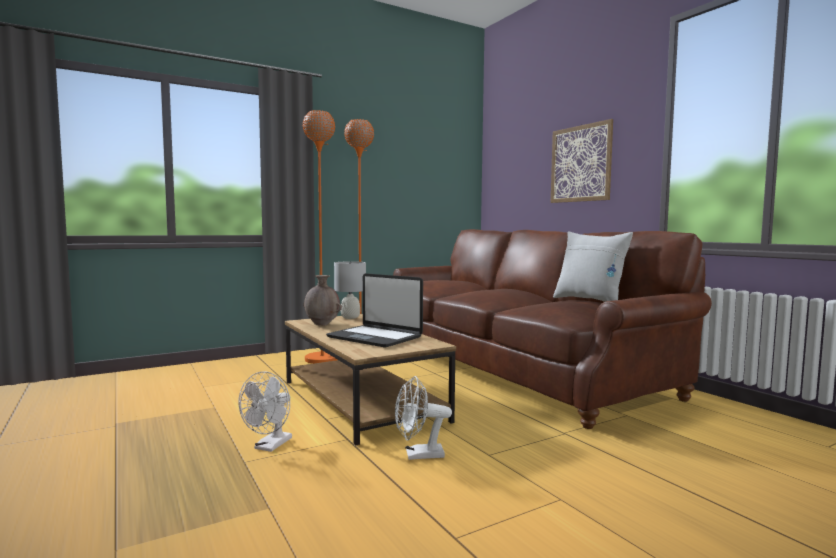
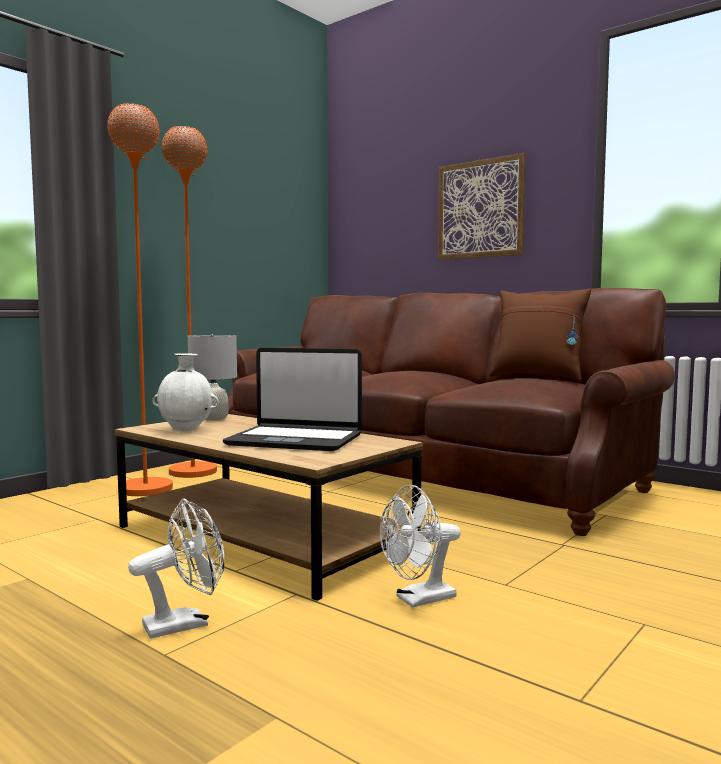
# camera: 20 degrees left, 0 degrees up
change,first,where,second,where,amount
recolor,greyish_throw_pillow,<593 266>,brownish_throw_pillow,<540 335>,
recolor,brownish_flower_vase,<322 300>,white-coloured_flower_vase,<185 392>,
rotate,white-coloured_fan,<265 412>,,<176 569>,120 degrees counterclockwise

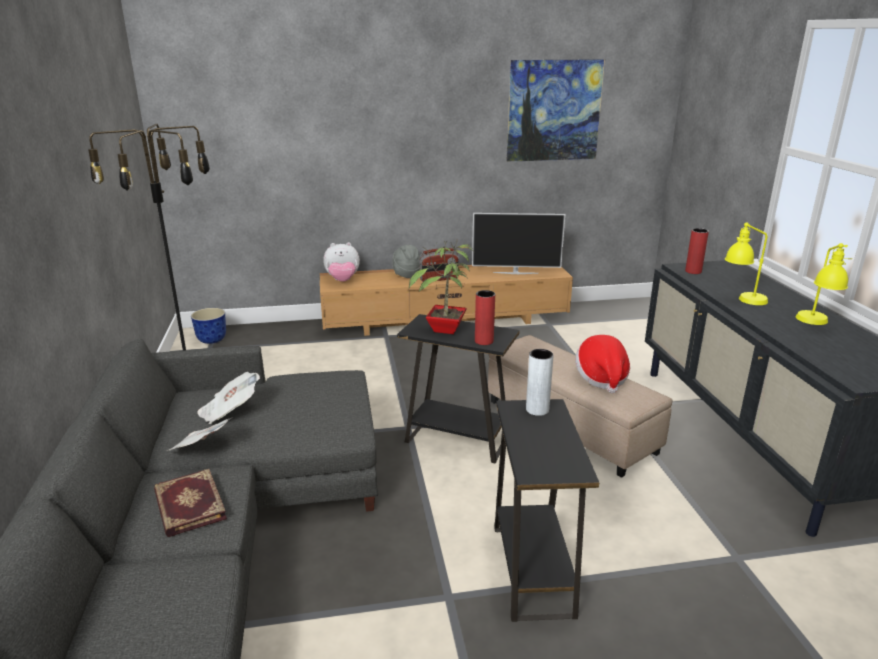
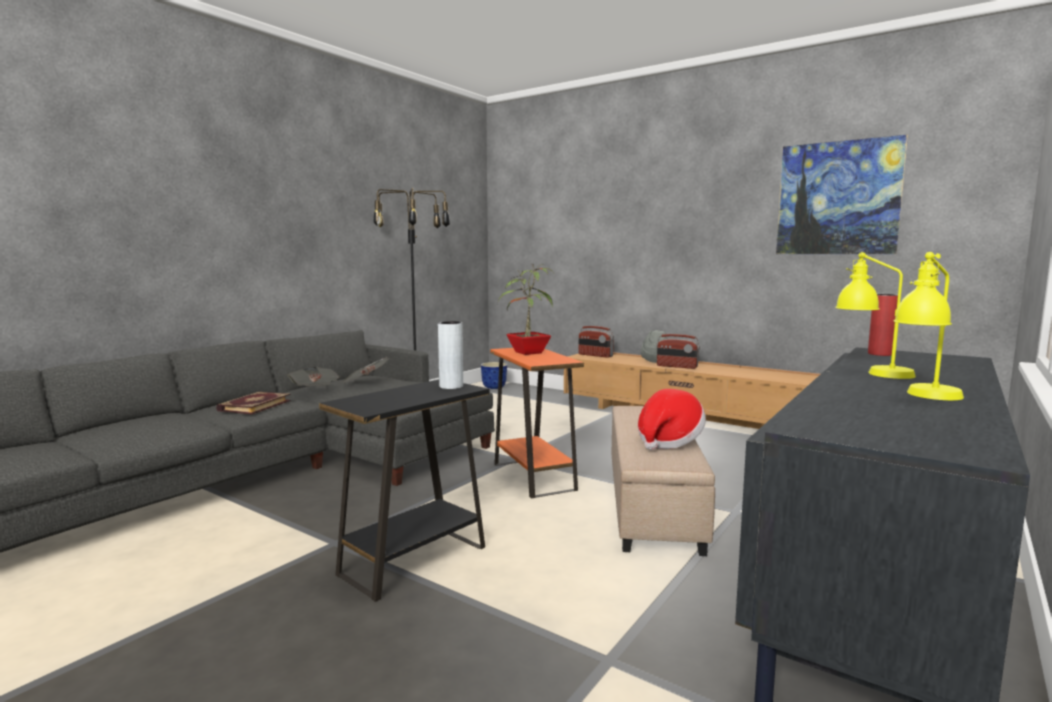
# camera: 45 degrees right, 15 degrees down
change,first,where,second,where,amount
delete,television,<518 243>,,,
replace,cuddly_toy,<341 262>,radio_receiver,<596 342>,
delete,reddish_flower_vase,<485 317>,,,
recolor,black_end_table,<458 389>,orangey_end_table,<537 423>,

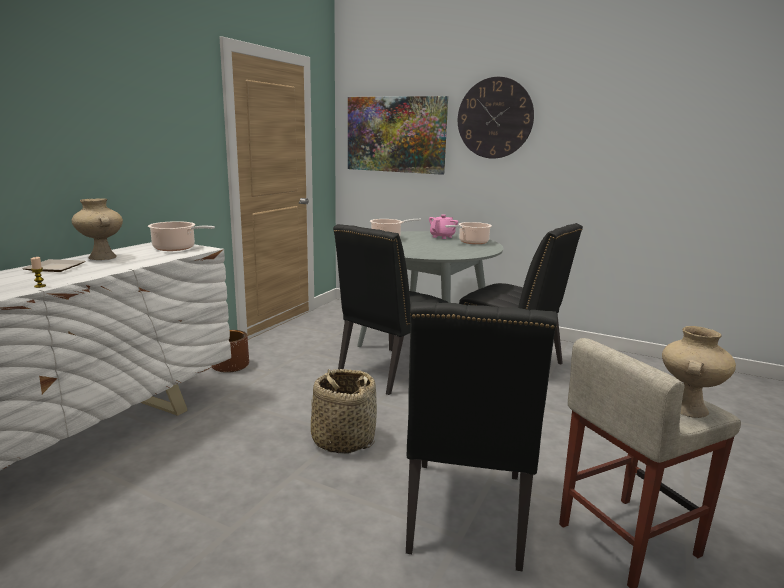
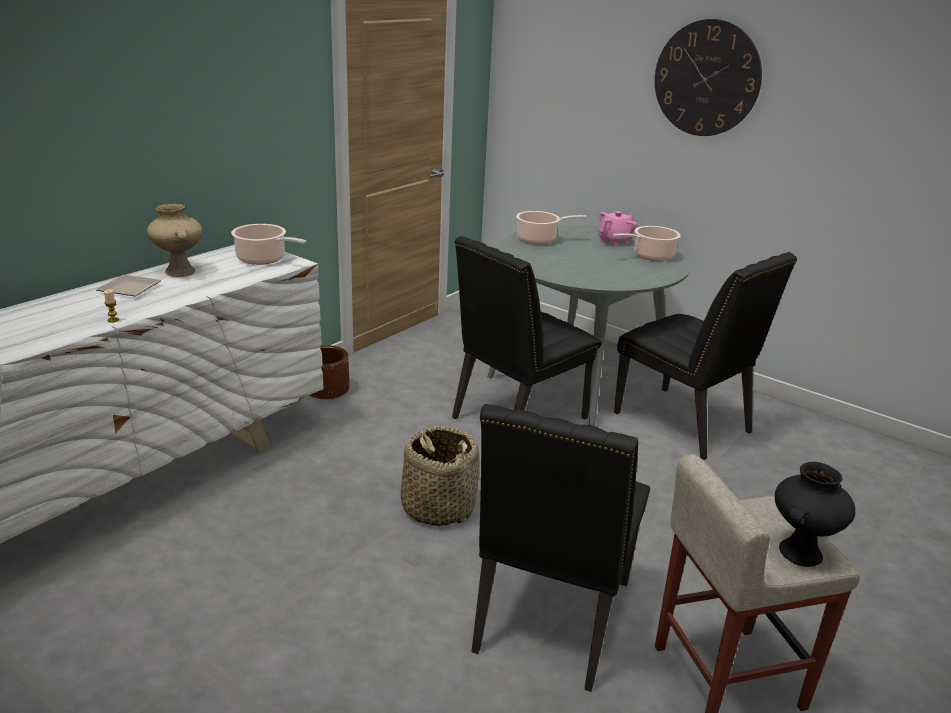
# camera: 10 degrees right, 10 degrees up
change,first,where,second,where,amount
delete,wall_art,<398 135>,,,
recolor,beige-coloured_flower_vase,<699 372>,black_flower_vase,<815 514>,

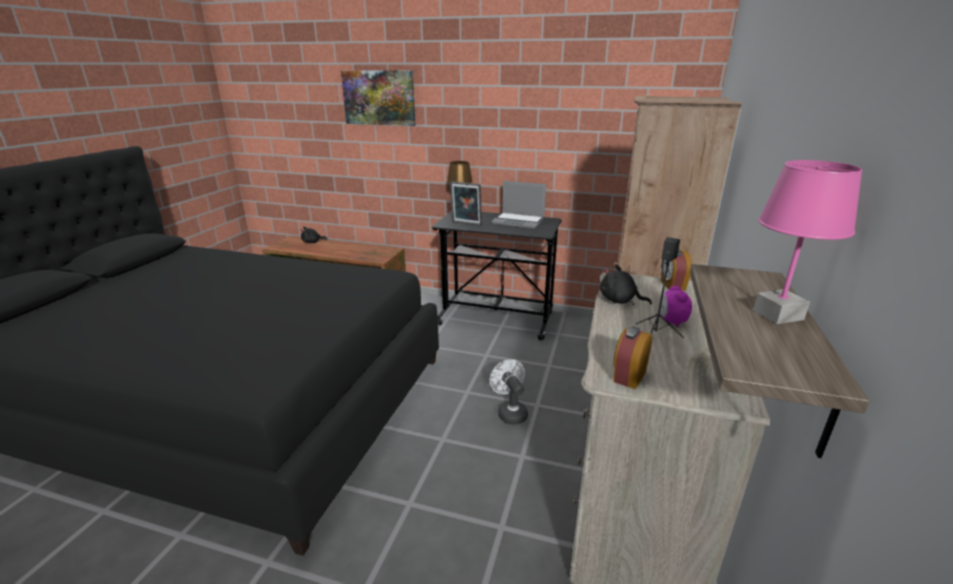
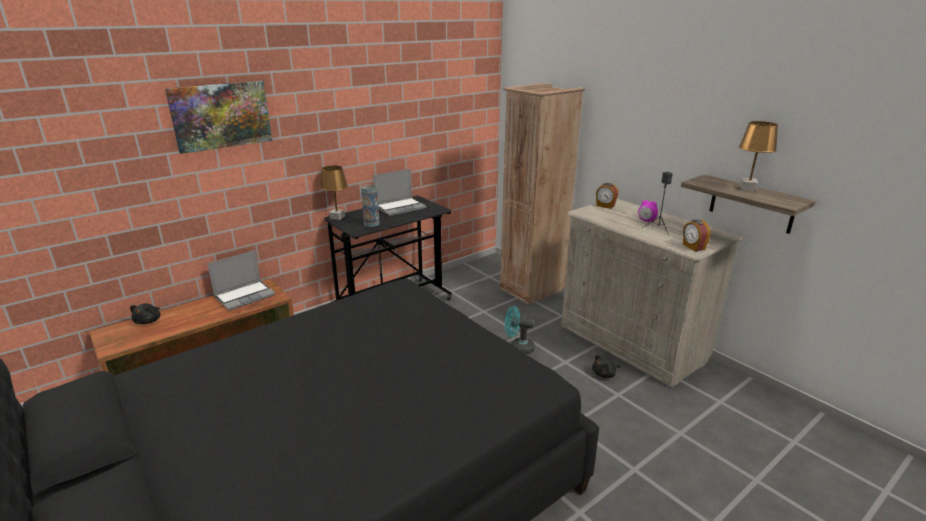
# camera: 55 degrees left, 0 degrees up
change,first,where,second,where,amount
recolor,pink_tabletop_lamp,<807 242>,brownish_tabletop_lamp,<758 156>,
replace,picture_frame,<466 203>,flower_vase,<370 206>,
move,black_cuddly_toy,<626 284>,,<606 366>,
recolor,white-coloured_fan,<509 392>,turquoise-coloured_fan,<520 330>,
insert,,,notebook_computer,<241 280>,

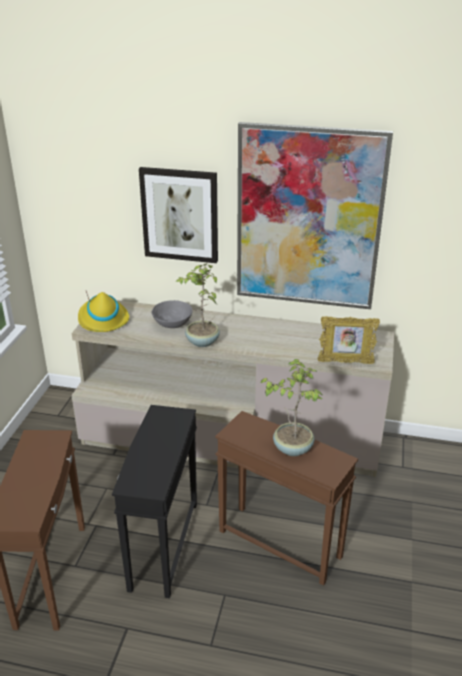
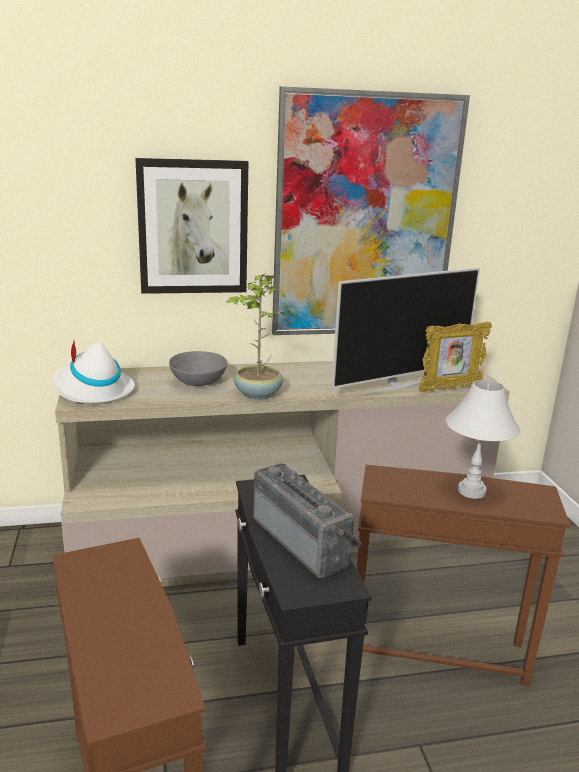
# camera: 25 degrees left, 10 degrees down
change,first,where,second,where,amount
recolor,yellow_wearable_hat,<103 311>,white-coloured_wearable_hat,<93 372>,
replace,houseplant,<291 407>,white-coloured_tabletop_lamp,<483 439>,
insert,,,television,<405 331>,
insert,,,radio_receiver,<307 520>,

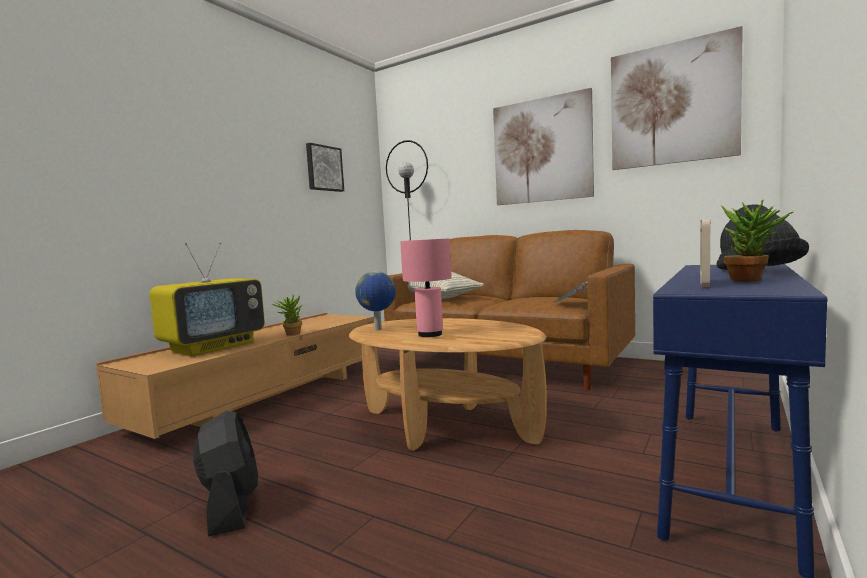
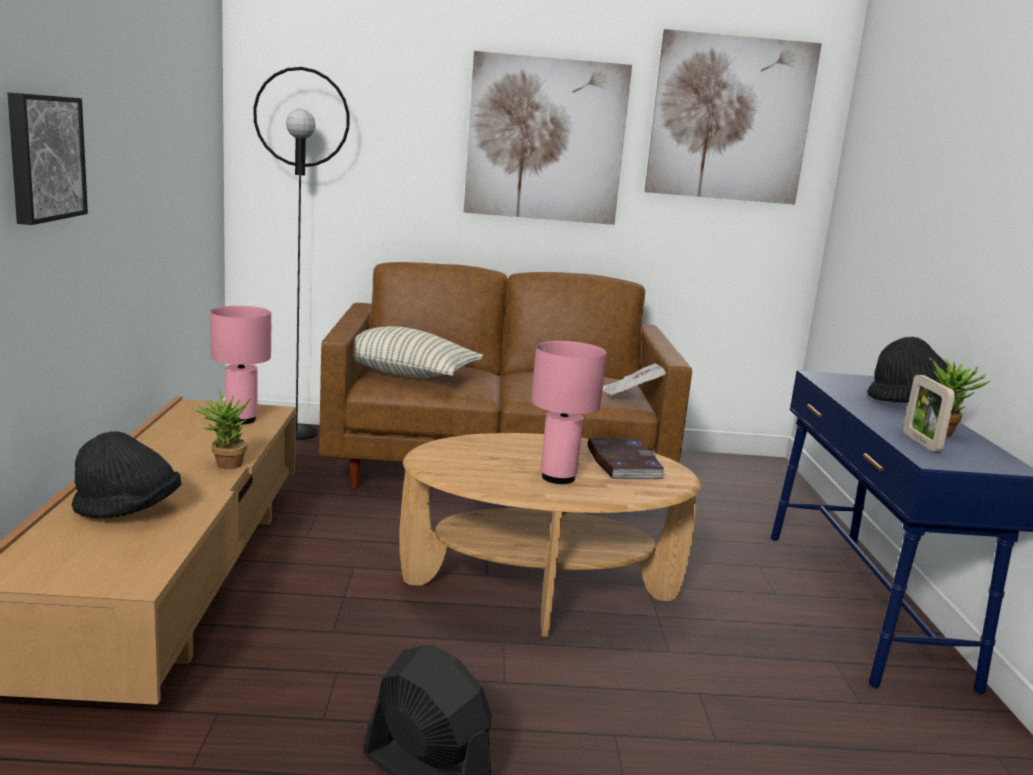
# camera: 35 degrees left, 10 degrees up
change,first,where,second,where,amount
move,wall_art,<325 167>,,<47 158>,
replace,television,<207 299>,black_wearable_hat,<126 474>,
delete,world_globe,<375 300>,,,
insert,,,pink_tabletop_lamp,<240 365>,
insert,,,volume,<626 458>,

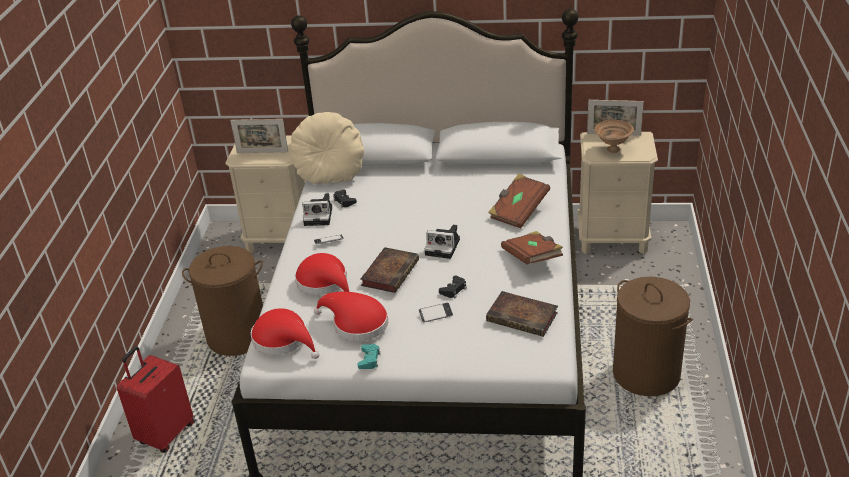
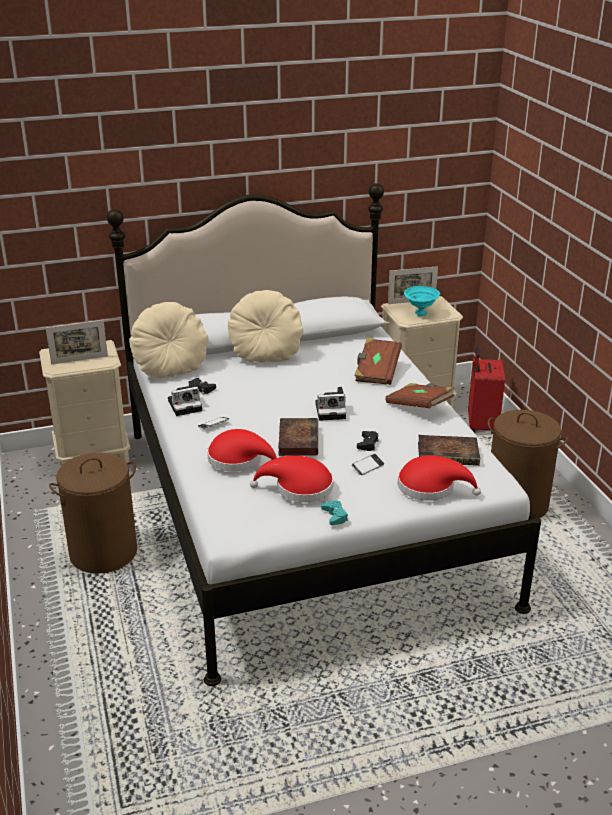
# camera: 25 degrees left, 5 degrees down
change,first,where,second,where,amount
recolor,brownish_serving_bowl,<614 136>,turquoise-coloured_serving_bowl,<422 301>,
move,reddish_wearable_hat,<285 333>,,<439 478>,
move,reddish_suitcase,<155 399>,,<486 390>,
insert,,,beige-coloured_throw_pillow,<266 326>,

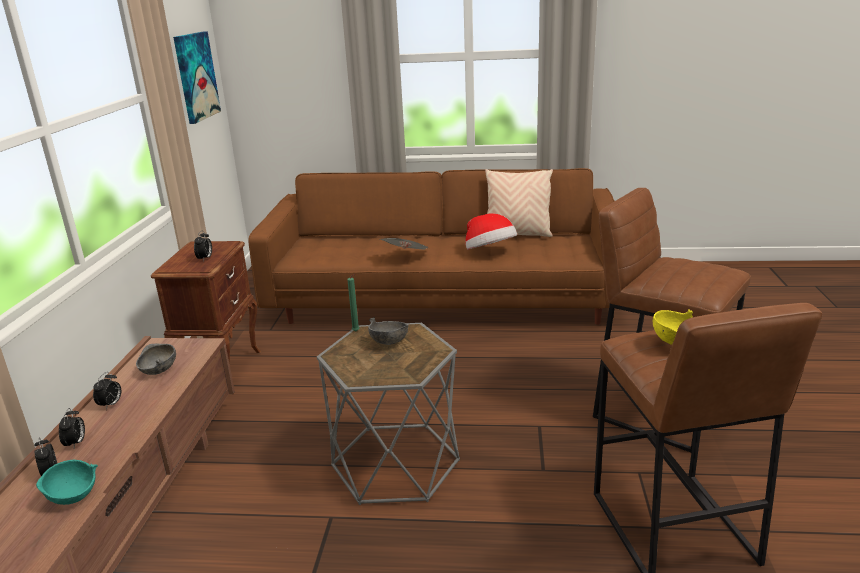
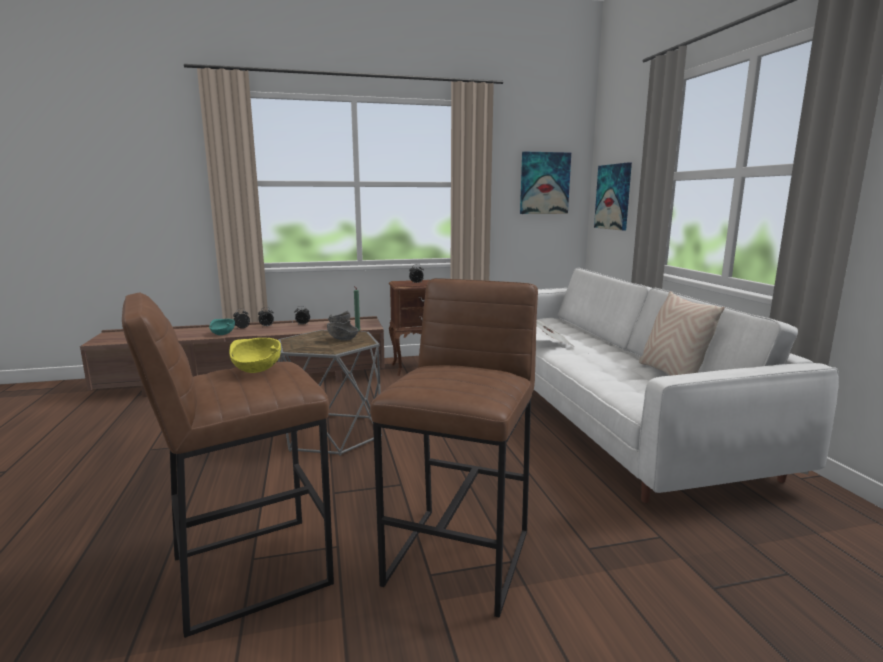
# camera: 70 degrees right, 10 degrees down
change,first,where,second,where,amount
recolor,brownish_sofa,<431 246>,white-coloured_sofa,<686 385>,
delete,wearable_hat,<491 231>,,,
insert,,,wall_art,<613 197>,

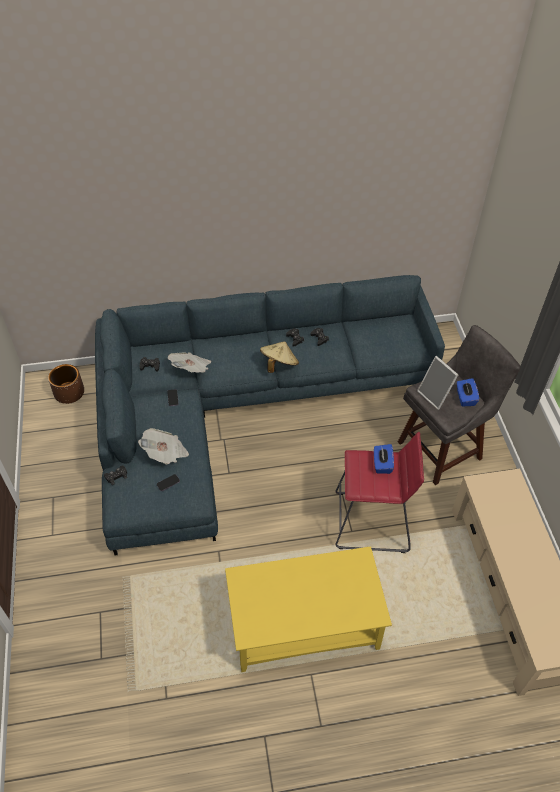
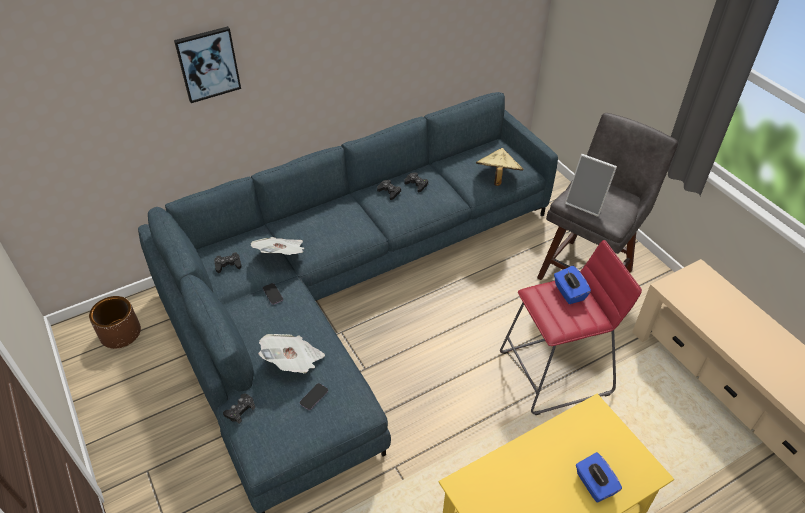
# camera: 20 degrees left, 5 degrees down
change,first,where,second,where,amount
move,beige-coloured_wearable_hat,<279 357>,,<500 167>,
move,blue-coloured_tissue_box,<468 392>,,<599 477>,
insert,,,wall_art,<207 64>,

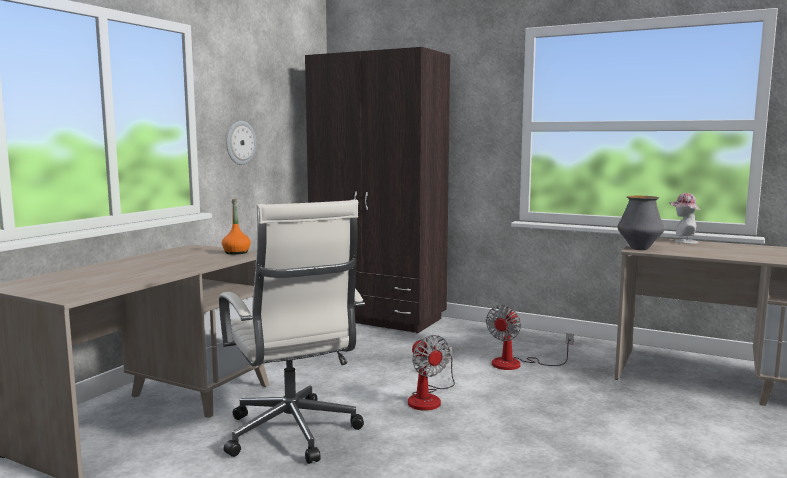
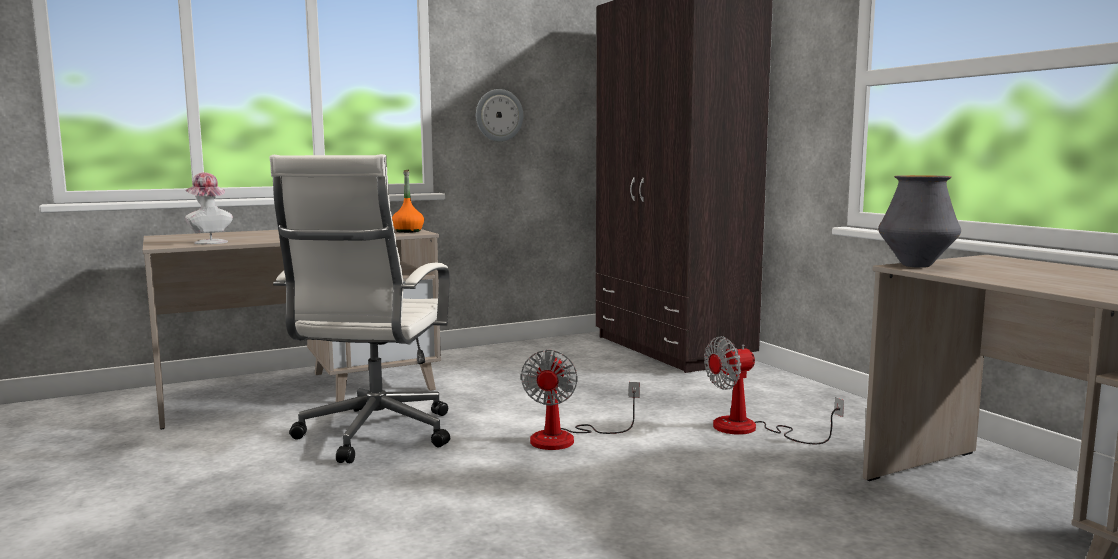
# camera: 35 degrees right, 0 degrees up
change,first,where,second,where,amount
move,wearable_hat,<684 218>,,<209 208>,

